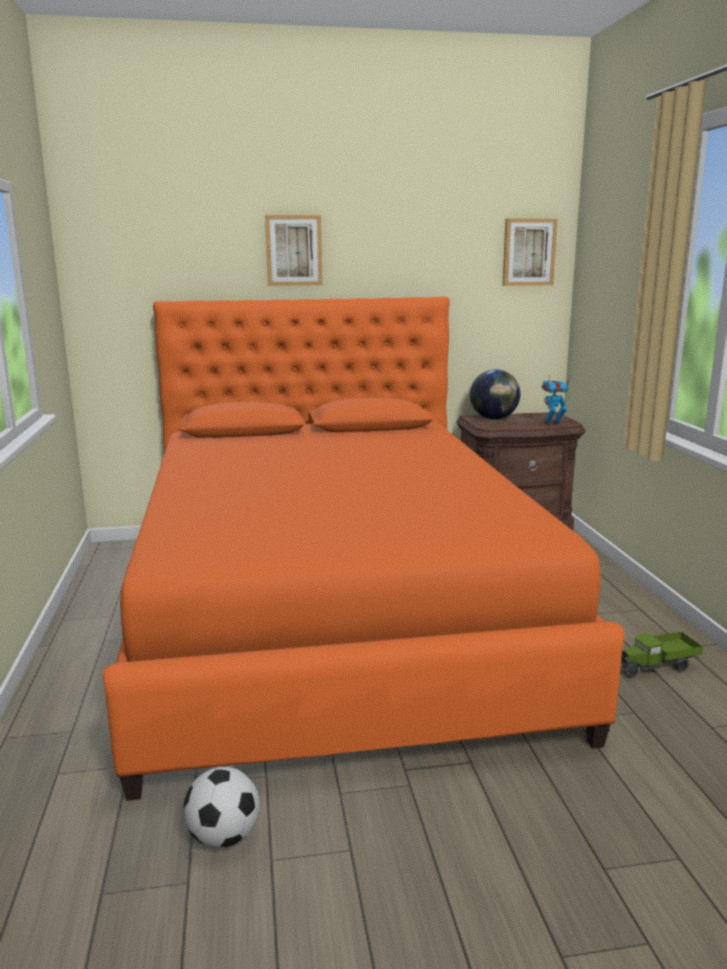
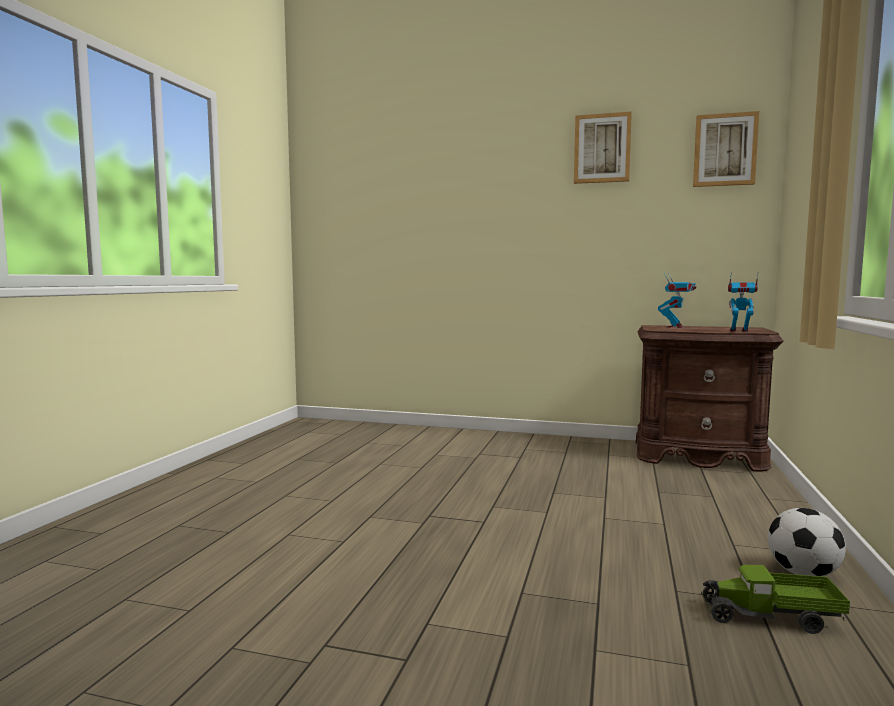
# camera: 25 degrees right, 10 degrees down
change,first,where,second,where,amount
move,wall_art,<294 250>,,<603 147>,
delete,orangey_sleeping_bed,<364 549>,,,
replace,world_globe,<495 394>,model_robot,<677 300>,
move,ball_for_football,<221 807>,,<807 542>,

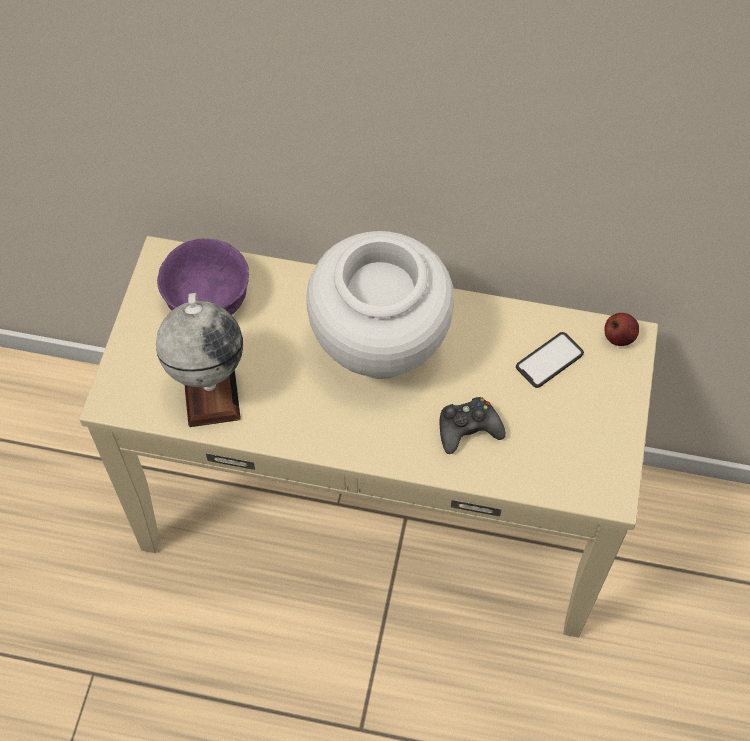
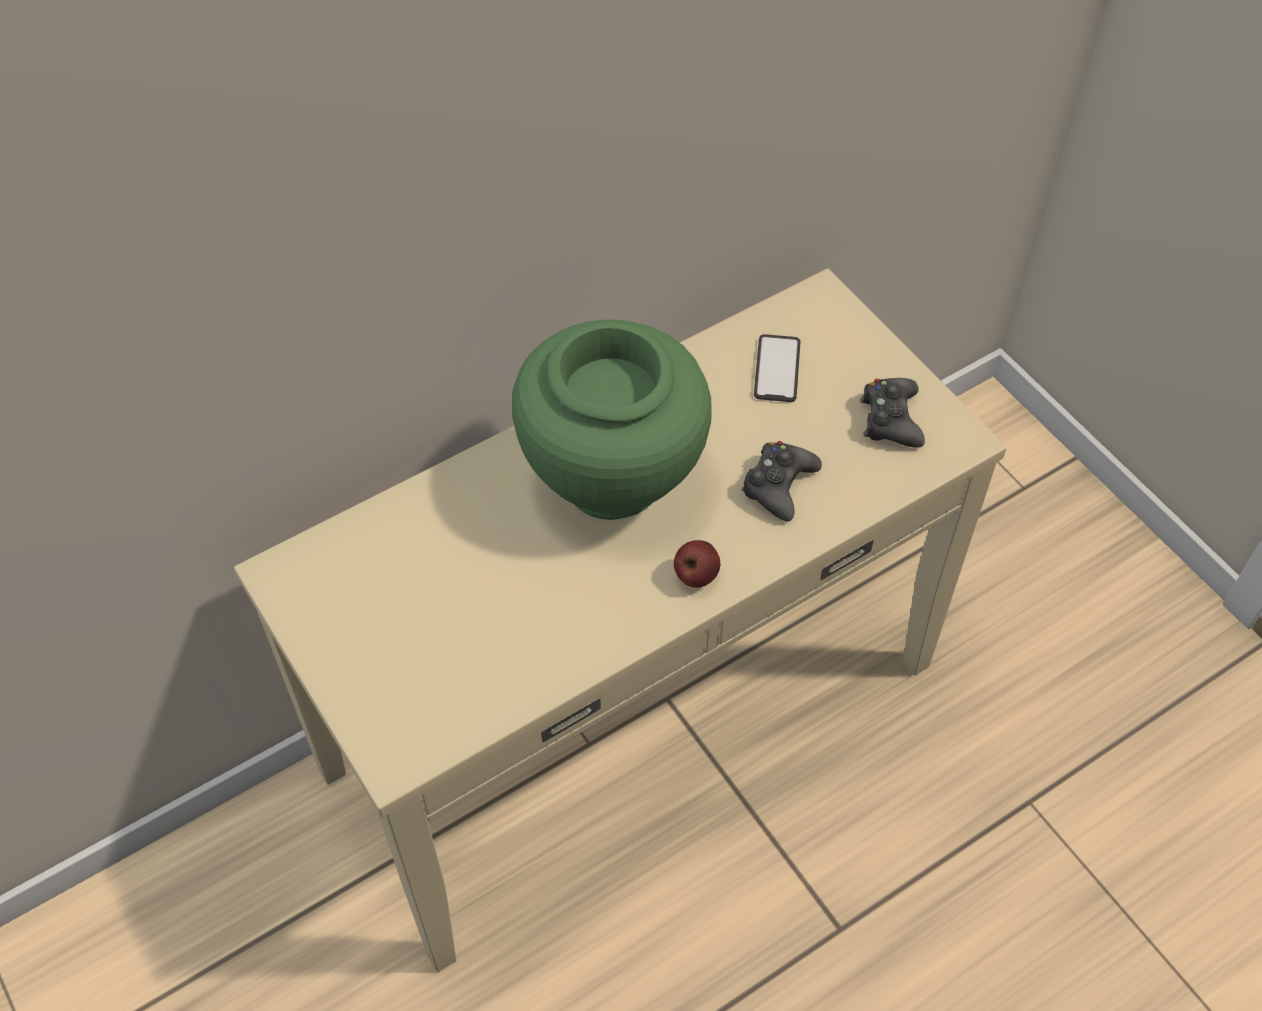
# camera: 45 degrees left, 5 degrees down
change,first,where,second,where,amount
recolor,white-coloured_flower_vase,<380 305>,green-coloured_flower_vase,<612 419>,
delete,purple_serving_bowl,<203 276>,,,
delete,world_globe,<199 360>,,,
move,whole_apple,<622 329>,,<697 564>,
insert,,,black_game_controller,<892 413>,

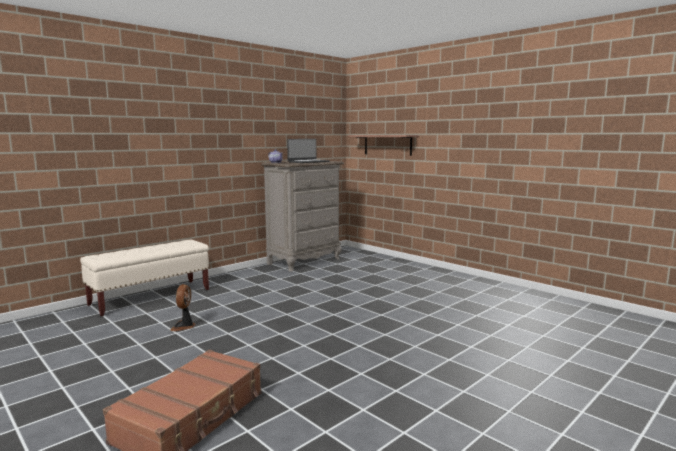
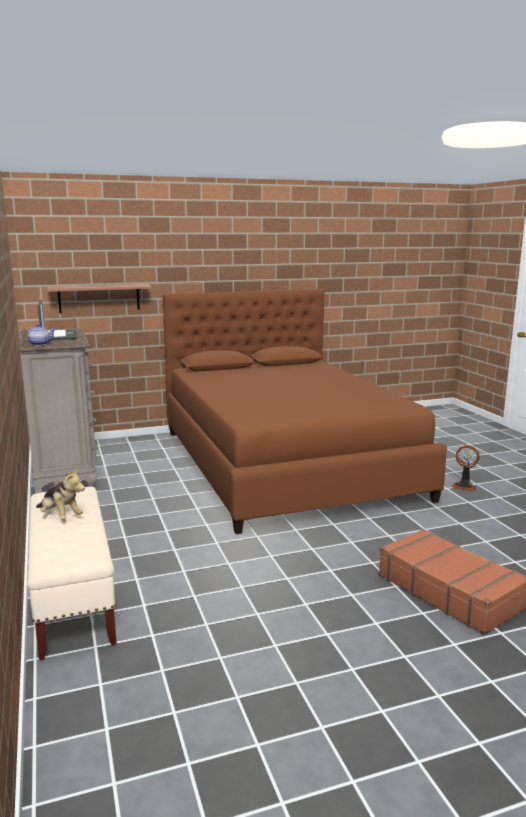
# camera: 65 degrees left, 5 degrees up
change,first,where,second,where,amount
move,fan,<183 307>,,<465 468>,
insert,,,brownish_sleeping_bed,<305 411>,
insert,,,cuddly_toy,<60 493>,

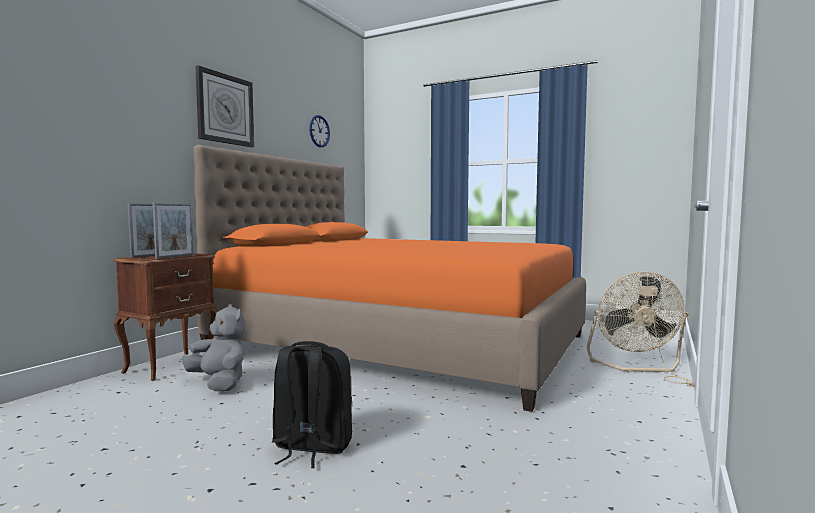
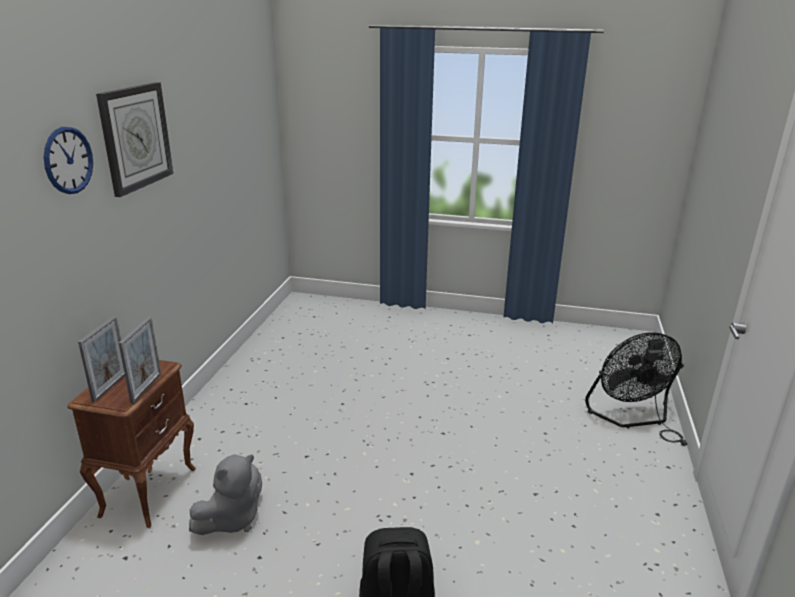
# camera: 15 degrees left, 20 degrees up
change,first,where,second,where,amount
move,clock_on_the_wall,<319 131>,,<68 160>,
delete,orangey_sleeping_bed,<389 278>,,,
recolor,beige-coloured_fan,<640 329>,black_fan,<636 389>,
rotate,greyish_cuddly_toy,<214 347>,,<225 494>,105 degrees clockwise

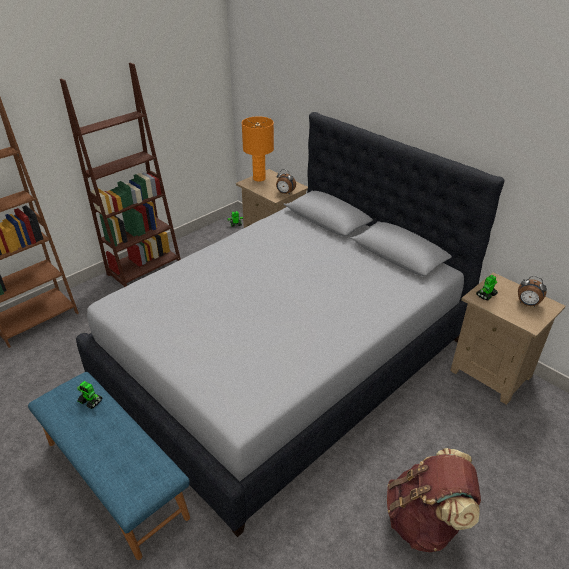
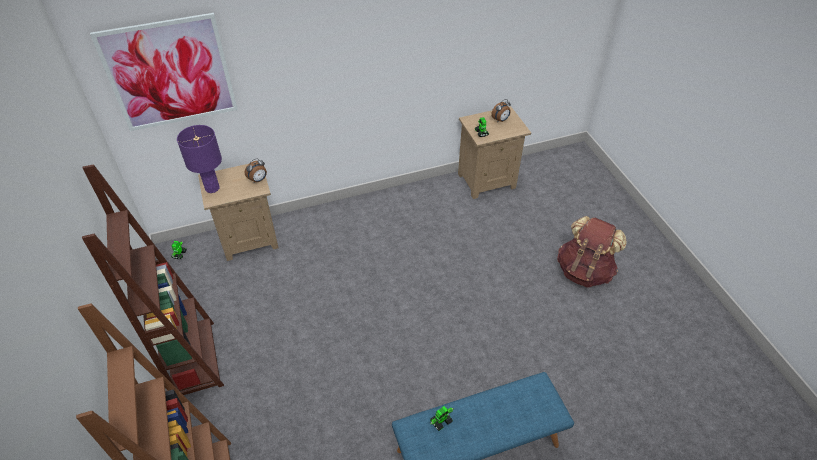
# camera: 65 degrees left, 10 degrees up
change,first,where,second,where,amount
delete,greyish_sleeping_bed,<290 324>,,,
recolor,orangey_tabletop_lamp,<258 149>,purple_tabletop_lamp,<199 159>,
insert,,,wall_art,<164 72>,

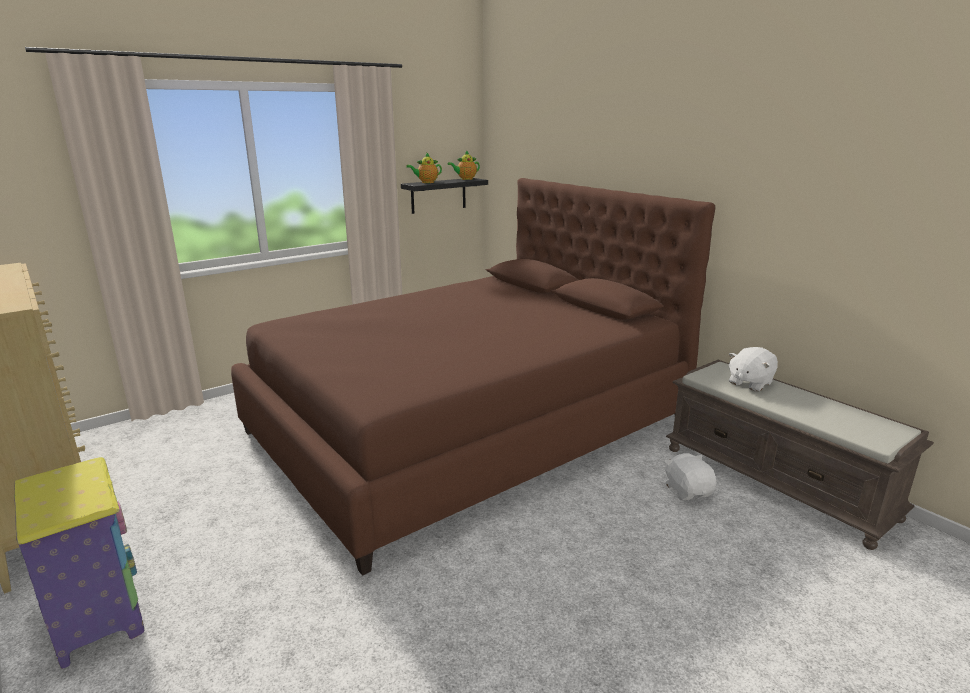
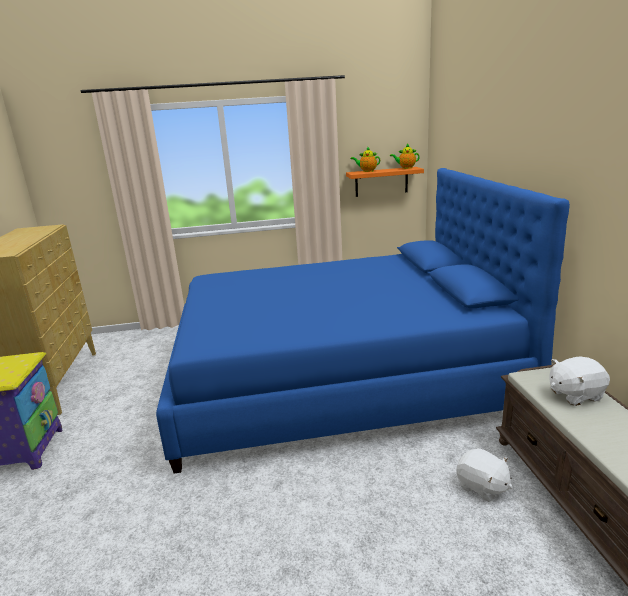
# camera: 30 degrees right, 0 degrees up
change,first,where,second,where,amount
recolor,brownish_sleeping_bed,<473 377>,blue-coloured_sleeping_bed,<363 321>,
recolor,black_bracket_shelf,<444 196>,orangey_bracket_shelf,<385 182>,
rotate,white-coloured_cuddly_toy,<690 477>,,<485 475>,120 degrees clockwise

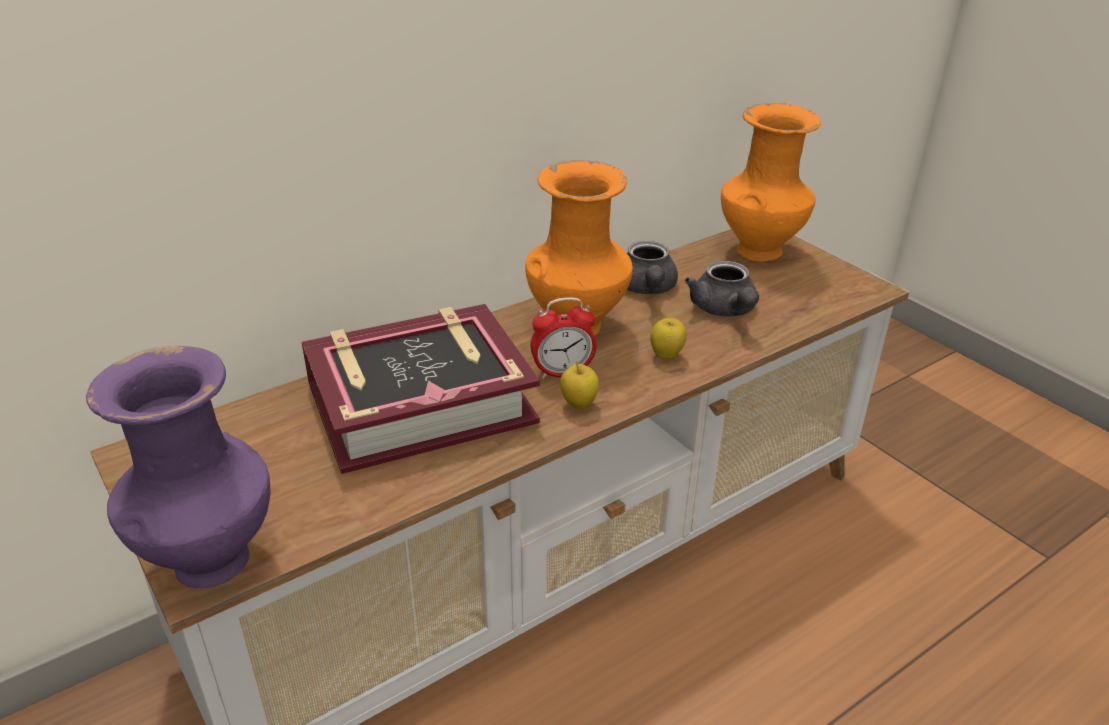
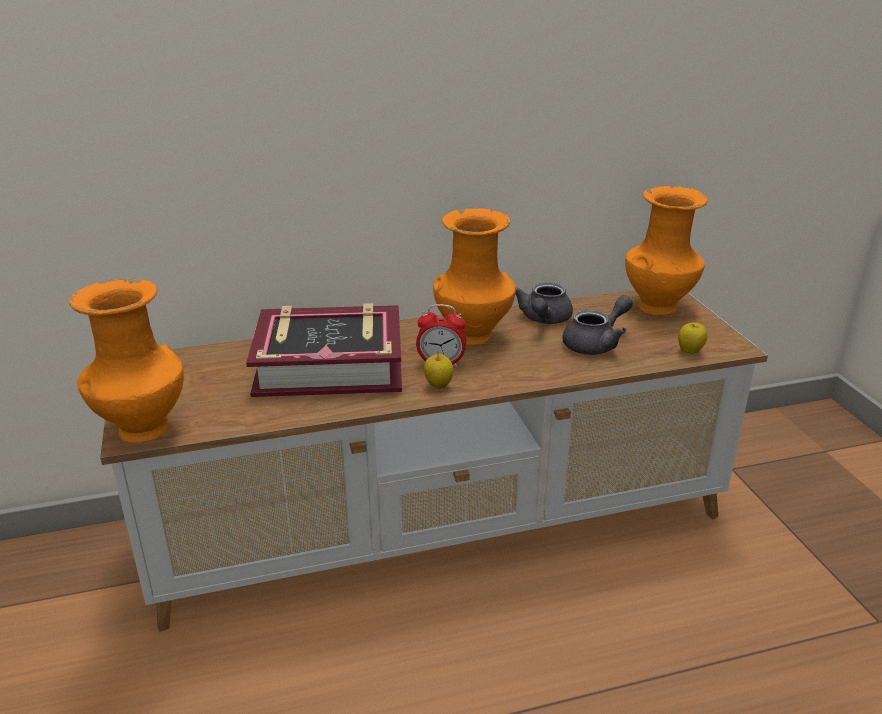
# camera: 20 degrees right, 5 degrees down
change,first,where,second,where,amount
rotate,greyish_tea_pot,<722 289>,,<597 325>,135 degrees counterclockwise
move,whole_apple,<668 338>,,<692 338>,
recolor,purple_flower_vase,<178 467>,orangey_flower_vase,<126 360>,

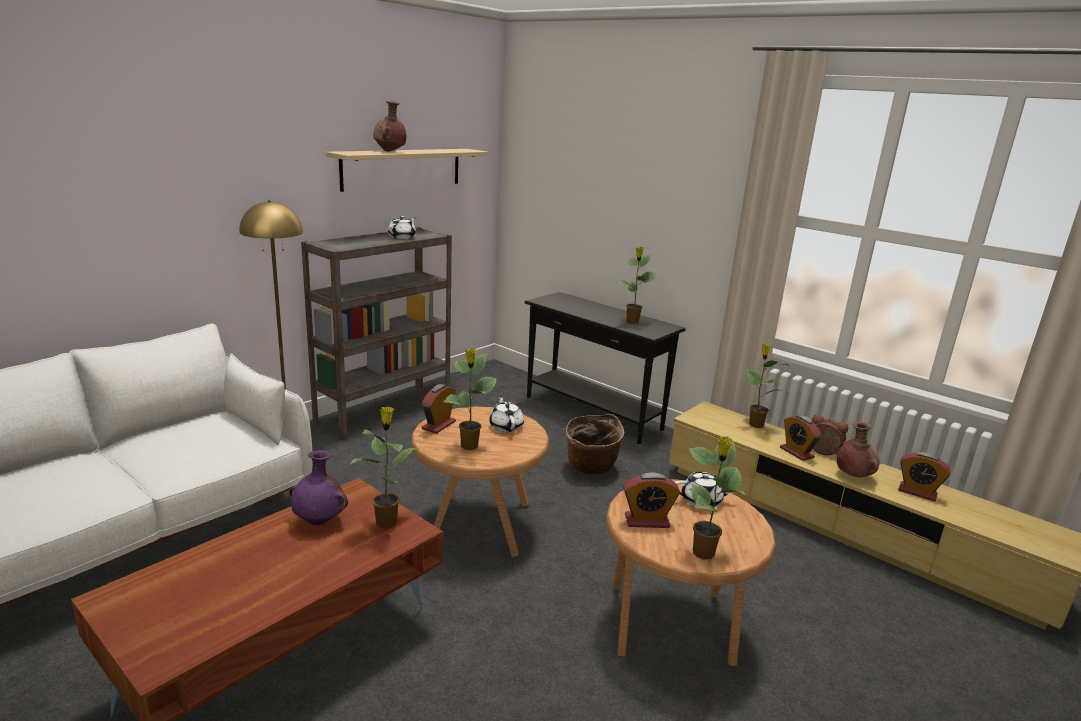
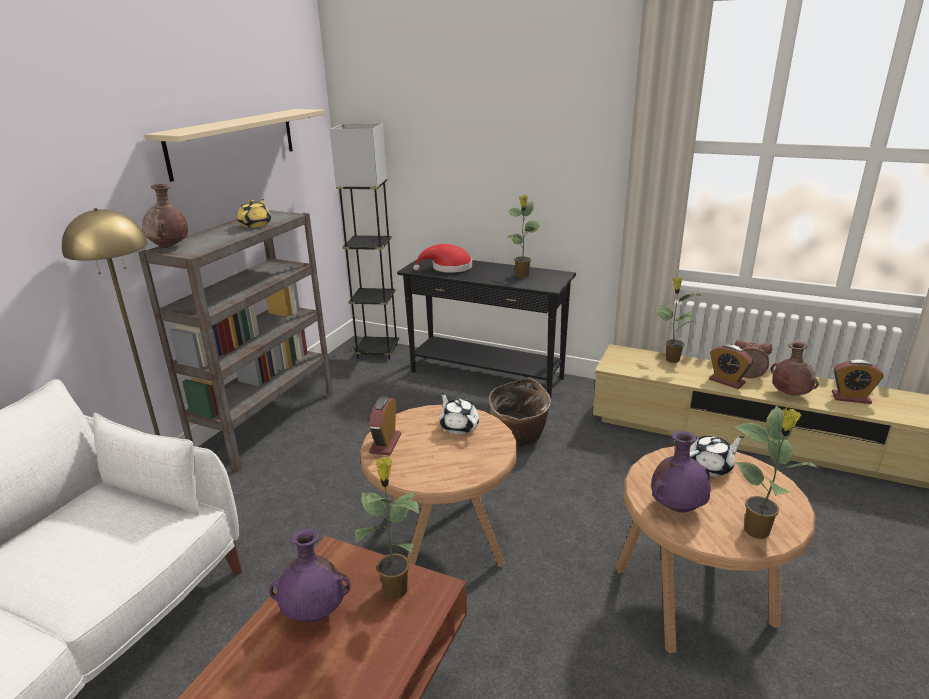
# camera: 15 degrees left, 5 degrees up
change,first,where,second,where,amount
move,brownish_flower_vase,<389 126>,,<165 216>,
recolor,white-coloured_tea_pot,<402 227>,yellow_tea_pot,<254 213>,
delete,houseplant,<470 399>,,,
replace,table_clock,<651 500>,purple_flower_vase,<680 472>,
insert,,,greyish_floor_lamp,<364 241>,
insert,,,reddish_wearable_hat,<442 258>,

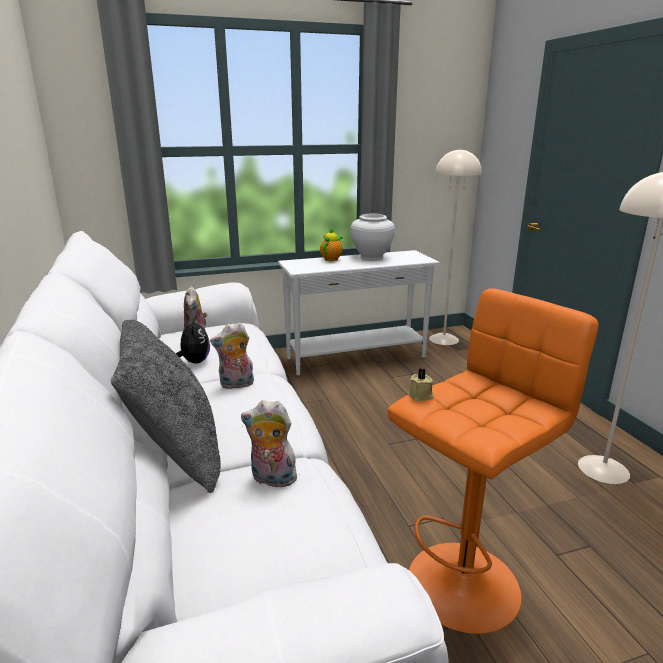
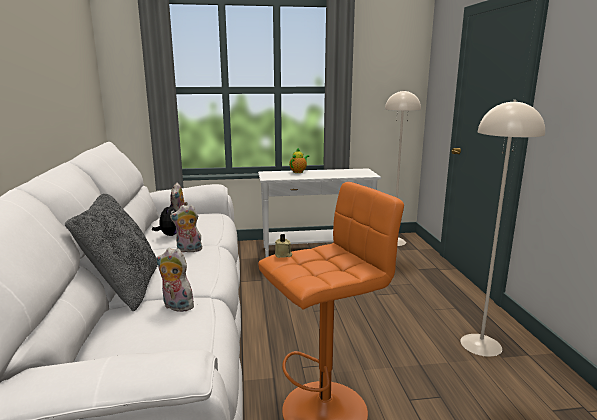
# camera: 10 degrees right, 5 degrees down
change,first,where,second,where,amount
delete,white-coloured_flower_vase,<372 237>,,,

